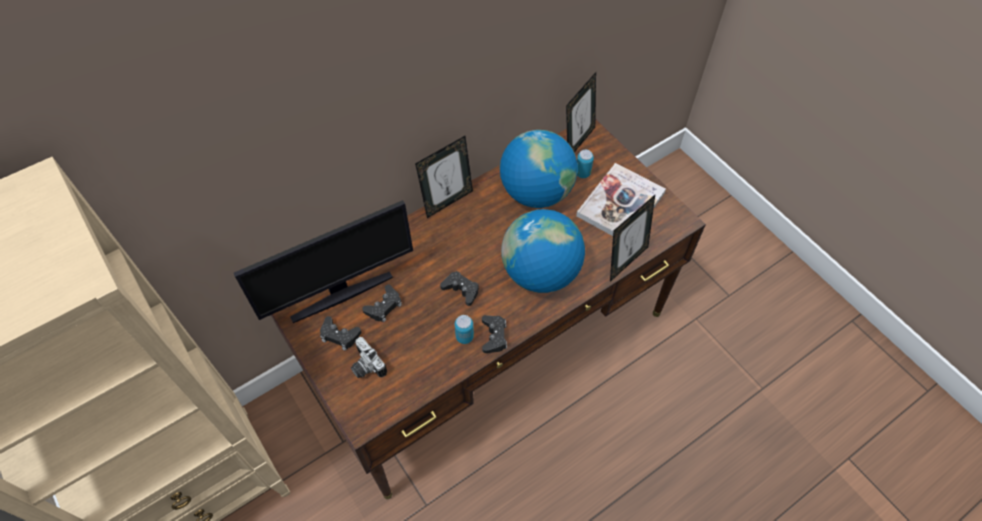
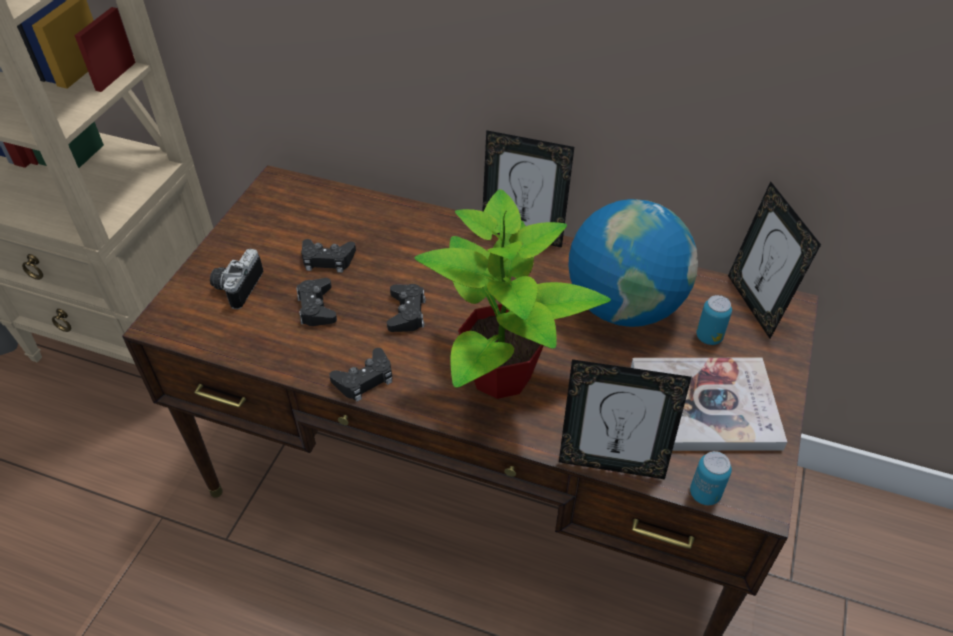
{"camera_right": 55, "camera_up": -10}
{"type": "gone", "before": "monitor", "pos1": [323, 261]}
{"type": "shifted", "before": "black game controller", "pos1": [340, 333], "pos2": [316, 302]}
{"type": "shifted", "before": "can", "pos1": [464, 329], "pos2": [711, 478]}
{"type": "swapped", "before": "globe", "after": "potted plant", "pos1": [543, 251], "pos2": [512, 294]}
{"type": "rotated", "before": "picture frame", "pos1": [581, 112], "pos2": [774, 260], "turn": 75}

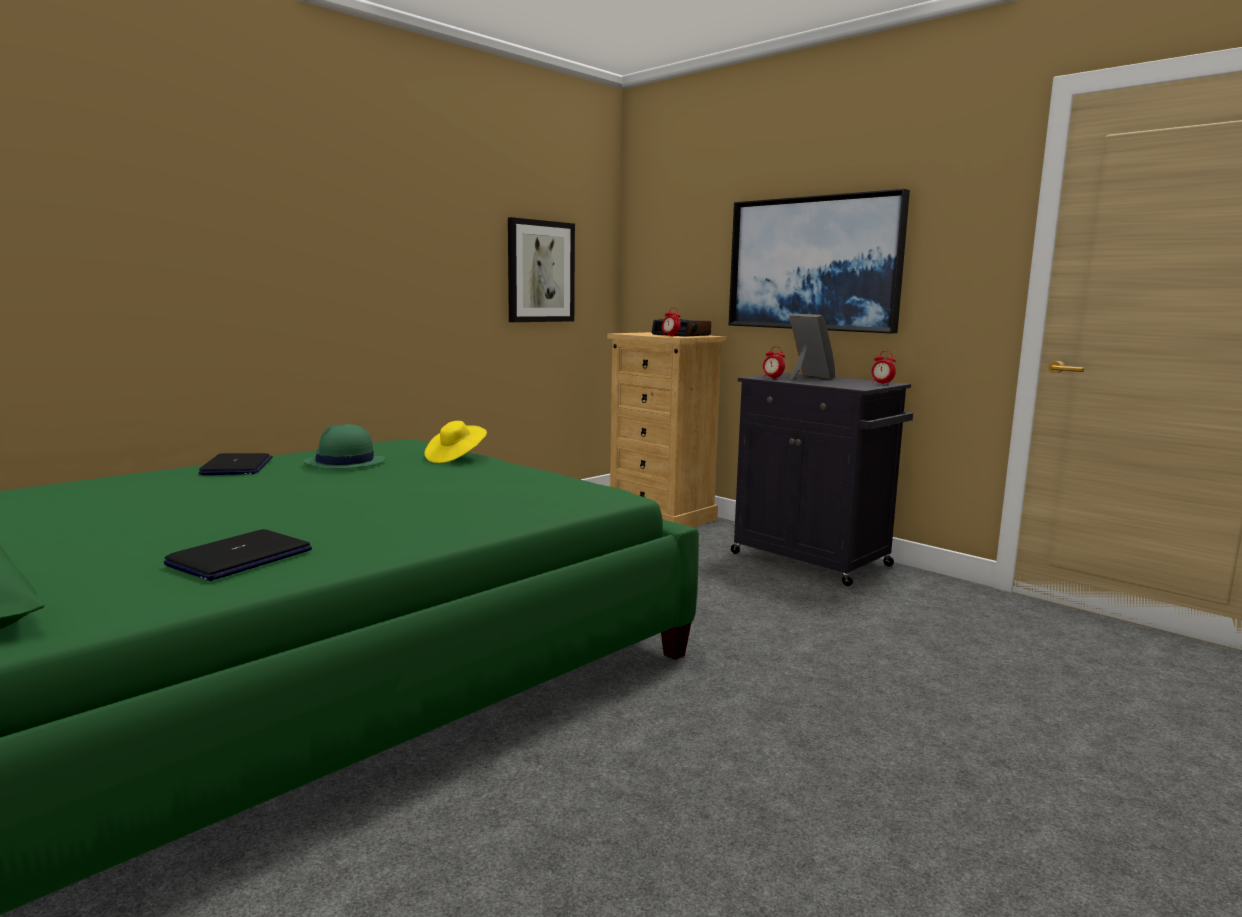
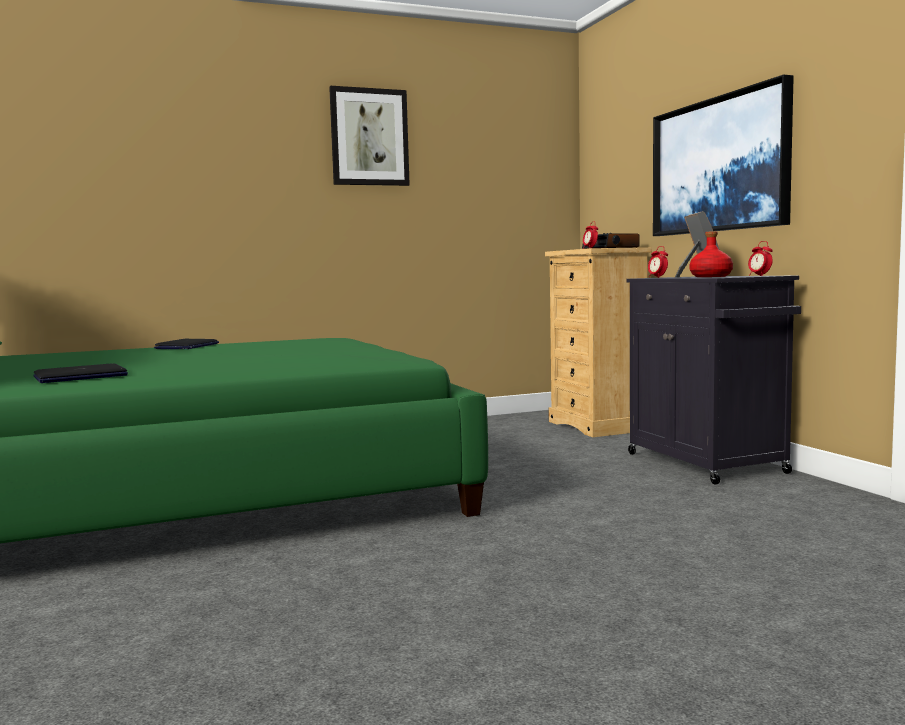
{"camera_right": 25, "camera_up": -5}
{"type": "gone", "before": "green hat", "pos1": [344, 446]}
{"type": "gone", "before": "yellow hat", "pos1": [455, 442]}
{"type": "shifted", "before": "picture", "pos1": [541, 269], "pos2": [369, 136]}
{"type": "new", "after": "red bottle", "pos2": [711, 254]}

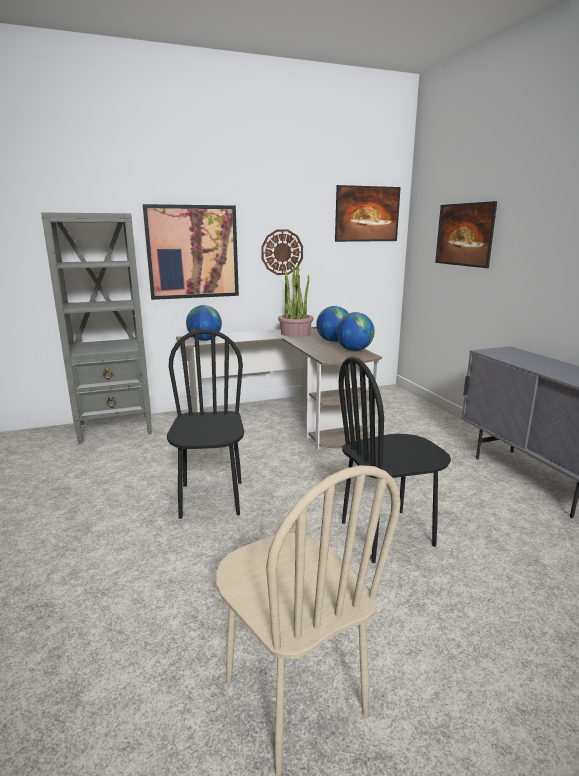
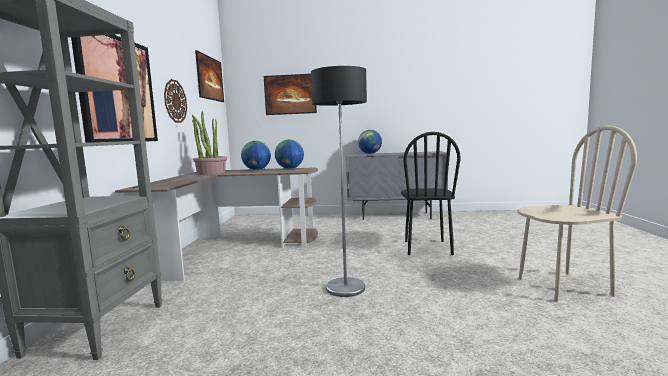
{"camera_right": -65, "camera_up": -10}
{"type": "swapped", "before": "black chair", "after": "floor lamp", "pos1": [205, 424], "pos2": [339, 181]}
{"type": "shifted", "before": "globe", "pos1": [204, 323], "pos2": [370, 142]}

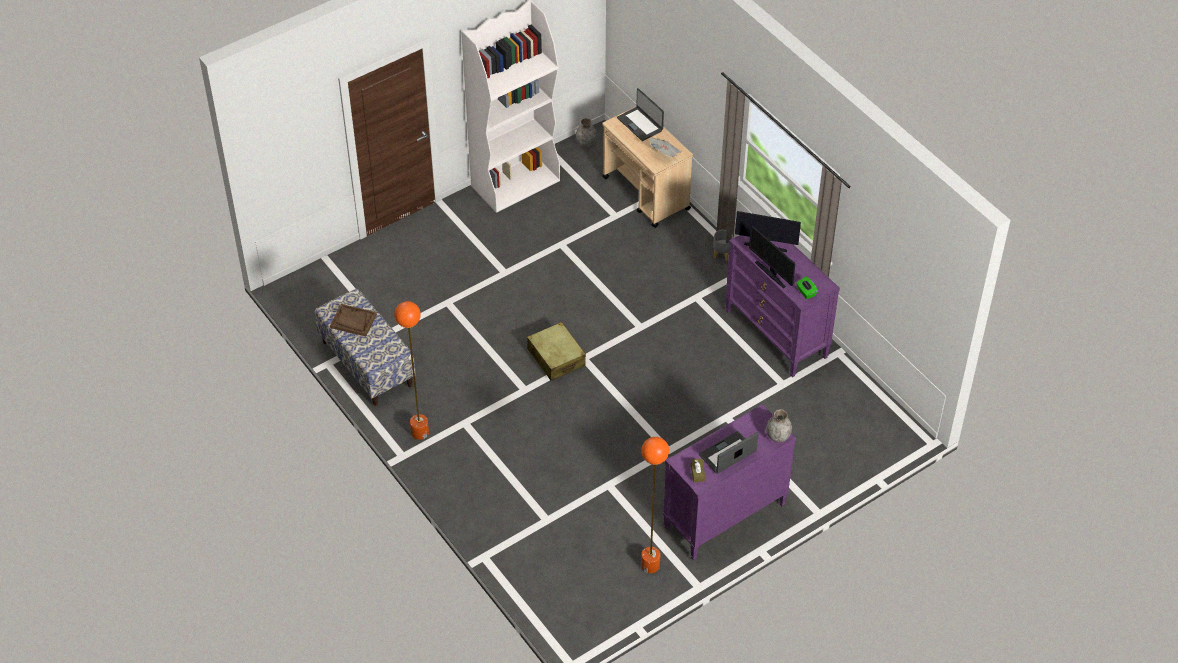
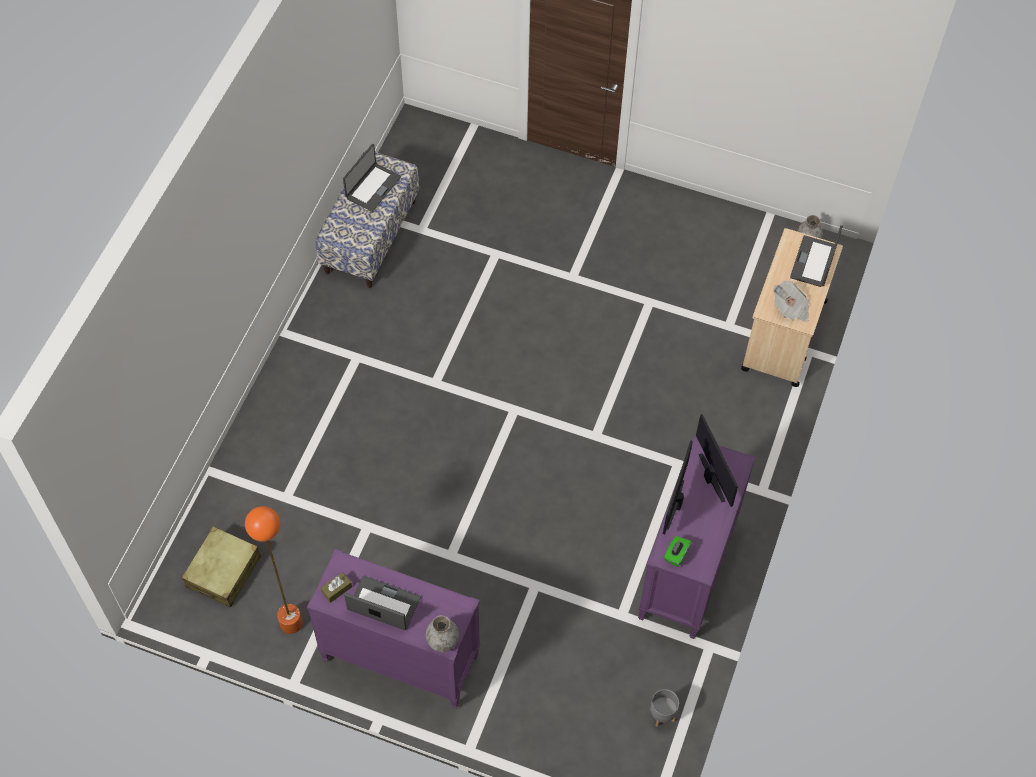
{"camera_right": 55, "camera_up": 10}
{"type": "swapped", "before": "brown tray", "after": "laptop", "pos1": [353, 320], "pos2": [372, 178]}
{"type": "gone", "before": "orange floor lamp", "pos1": [411, 370]}
{"type": "gone", "before": "white bookcase", "pos1": [510, 106]}
{"type": "shifted", "before": "beige suitcase", "pos1": [556, 351], "pos2": [221, 566]}
{"type": "shifted", "before": "grey planter", "pos1": [723, 245], "pos2": [664, 708]}

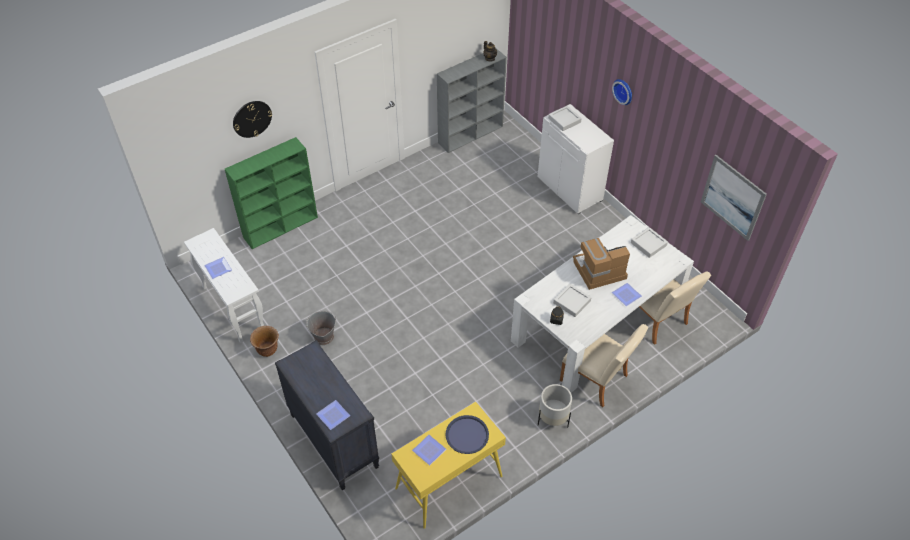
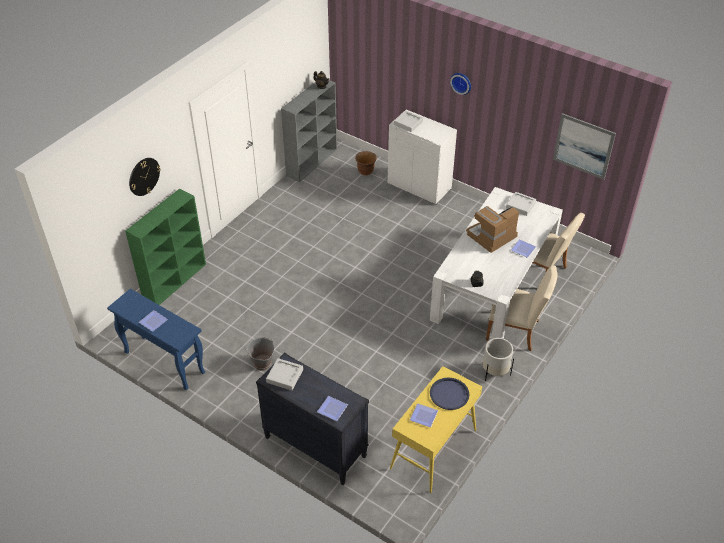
{"camera_right": -20, "camera_up": -5}
{"type": "repainted", "before": "white console table", "after": "blue console table", "pos1": [224, 285], "pos2": [156, 339]}
{"type": "shifted", "before": "brown planter", "pos1": [264, 341], "pos2": [366, 163]}
{"type": "shifted", "before": "grey tray", "pos1": [572, 300], "pos2": [284, 374]}

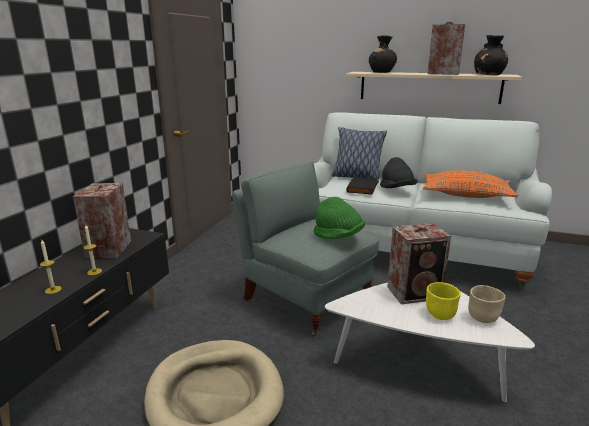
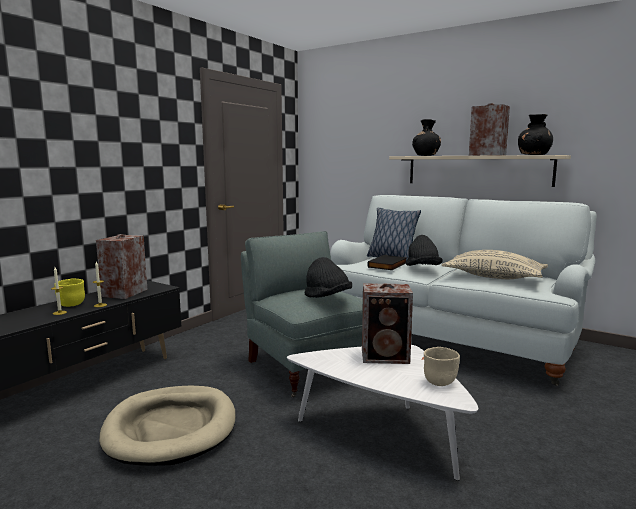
{"camera_right": 15, "camera_up": -10}
{"type": "repainted", "before": "green hat", "after": "black hat", "pos1": [339, 218], "pos2": [328, 277]}
{"type": "repainted", "before": "orange pillow", "after": "beige pillow", "pos1": [470, 184], "pos2": [495, 264]}
{"type": "shifted", "before": "yellow bowl", "pos1": [443, 301], "pos2": [69, 293]}

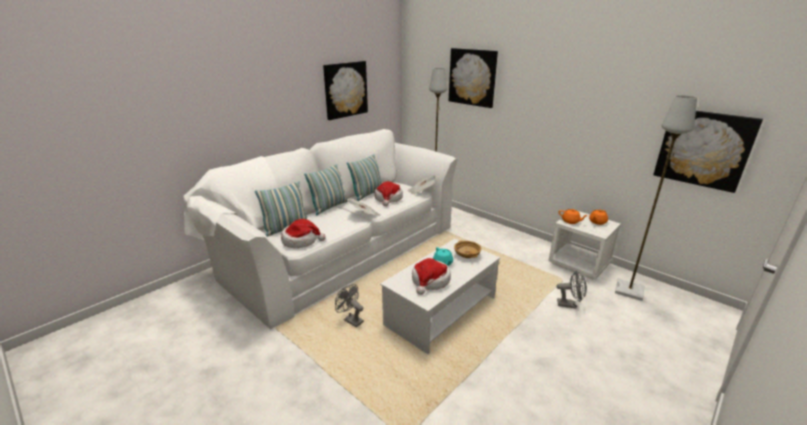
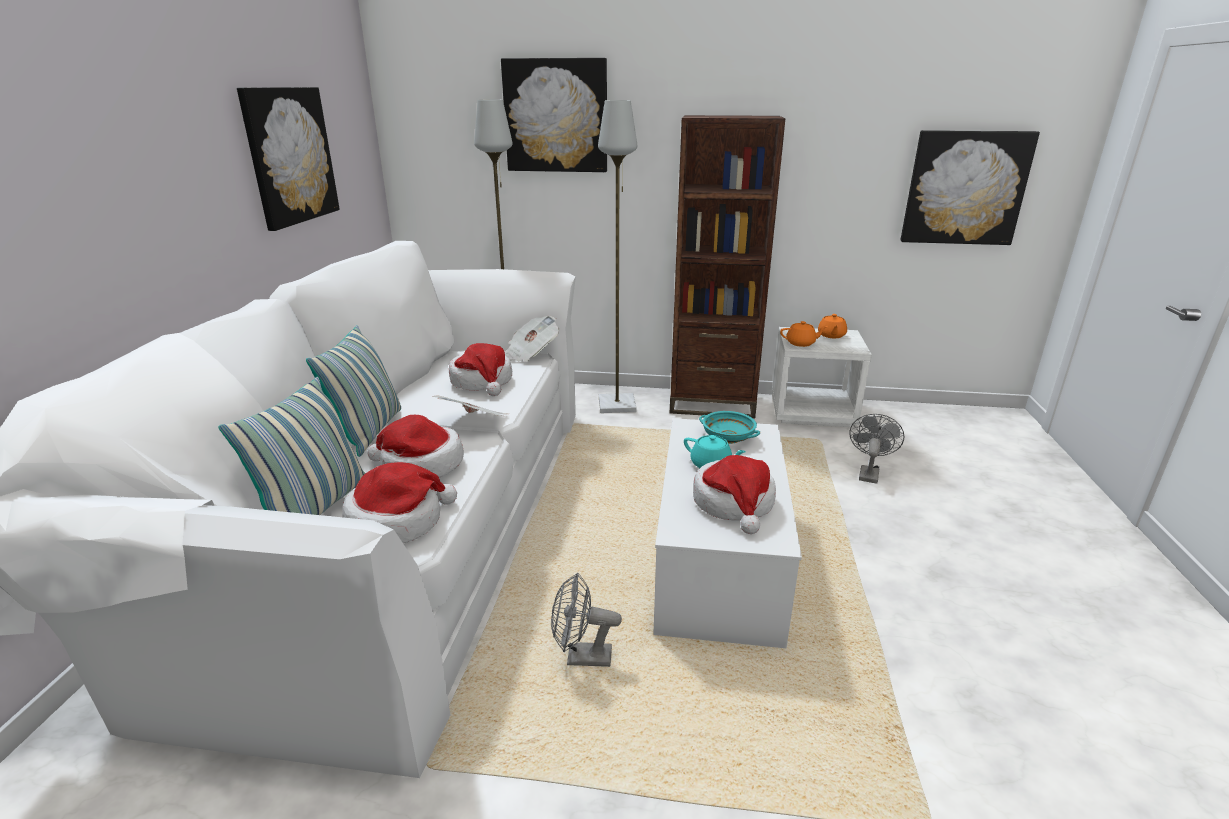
{"camera_right": -35, "camera_up": 0}
{"type": "gone", "before": "pillow", "pos1": [364, 177]}
{"type": "repainted", "before": "beige bowl", "after": "turquoise bowl", "pos1": [468, 249], "pos2": [729, 427]}
{"type": "rotated", "before": "grey fan", "pos1": [571, 290], "pos2": [876, 449], "turn": -45}
{"type": "shifted", "before": "grey floor lamp", "pos1": [656, 198], "pos2": [617, 256]}
{"type": "new", "after": "hat", "pos2": [415, 446]}
{"type": "new", "after": "brown bookcase", "pos2": [727, 267]}

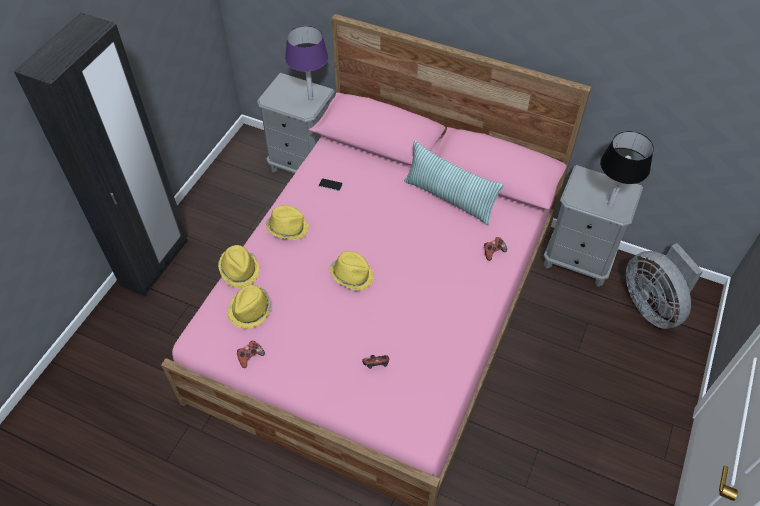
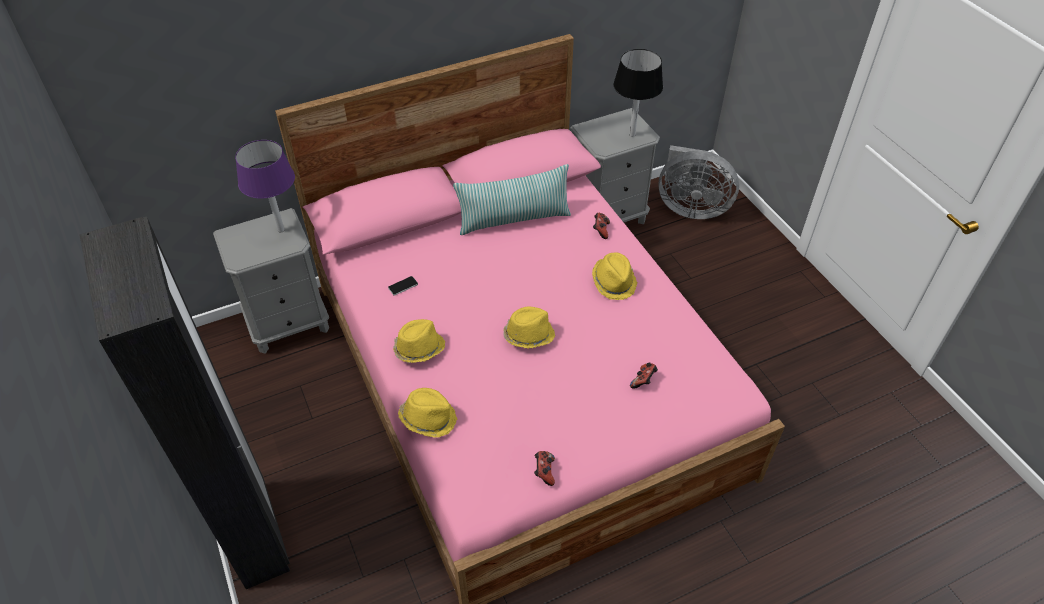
{"camera_right": -50, "camera_up": -5}
{"type": "shifted", "before": "yellow hat", "pos1": [249, 307], "pos2": [614, 276]}

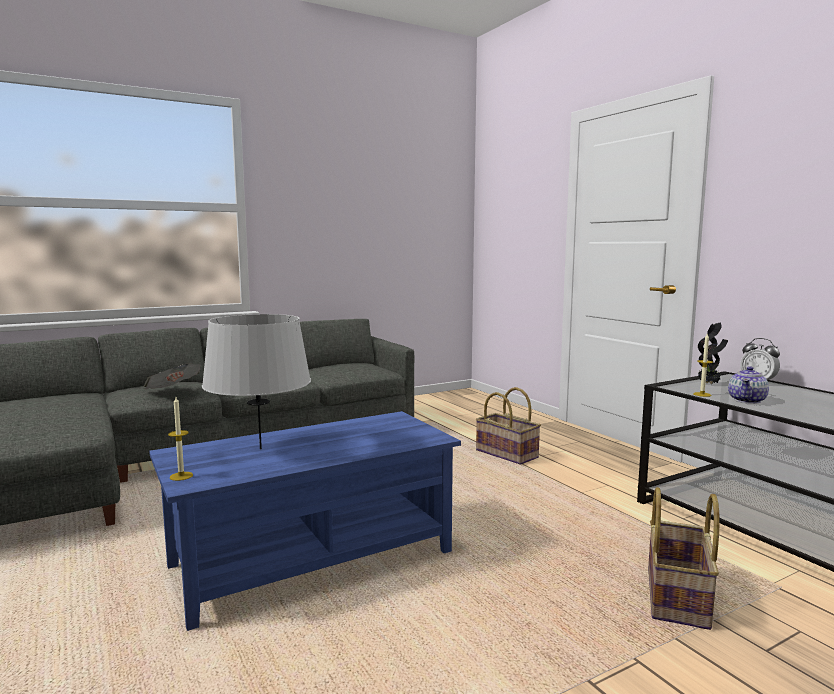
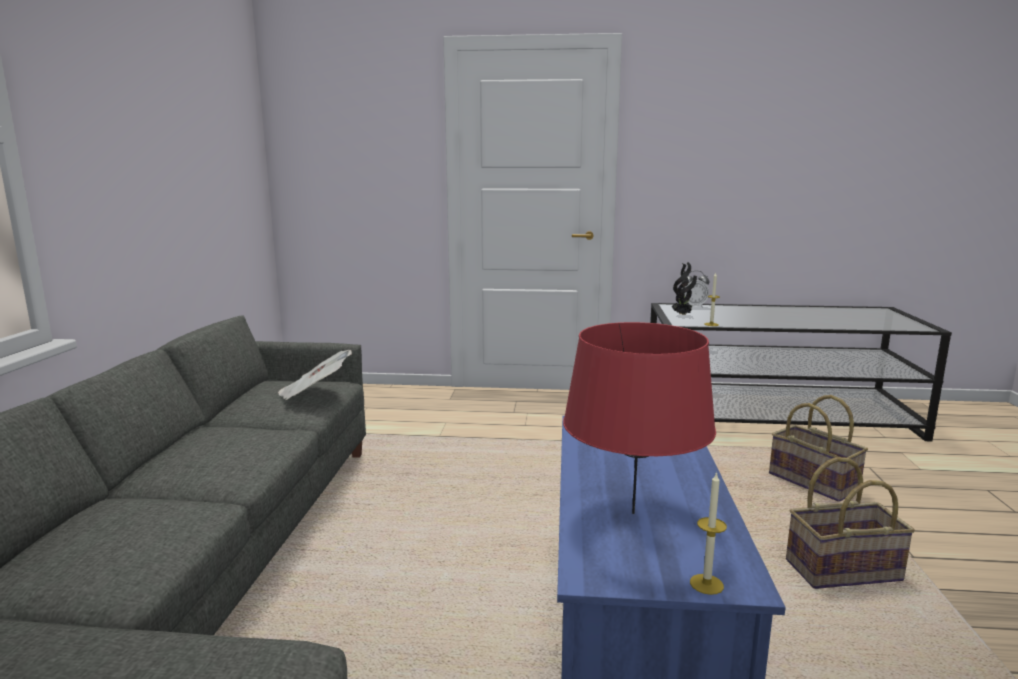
{"camera_right": -55, "camera_up": 5}
{"type": "shifted", "before": "newspaper", "pos1": [172, 376], "pos2": [315, 375]}
{"type": "repainted", "before": "grey table lamp", "after": "red table lamp", "pos1": [256, 382], "pos2": [639, 418]}
{"type": "shifted", "before": "basket", "pos1": [508, 426], "pos2": [850, 523]}
{"type": "gone", "before": "teapot", "pos1": [748, 385]}

